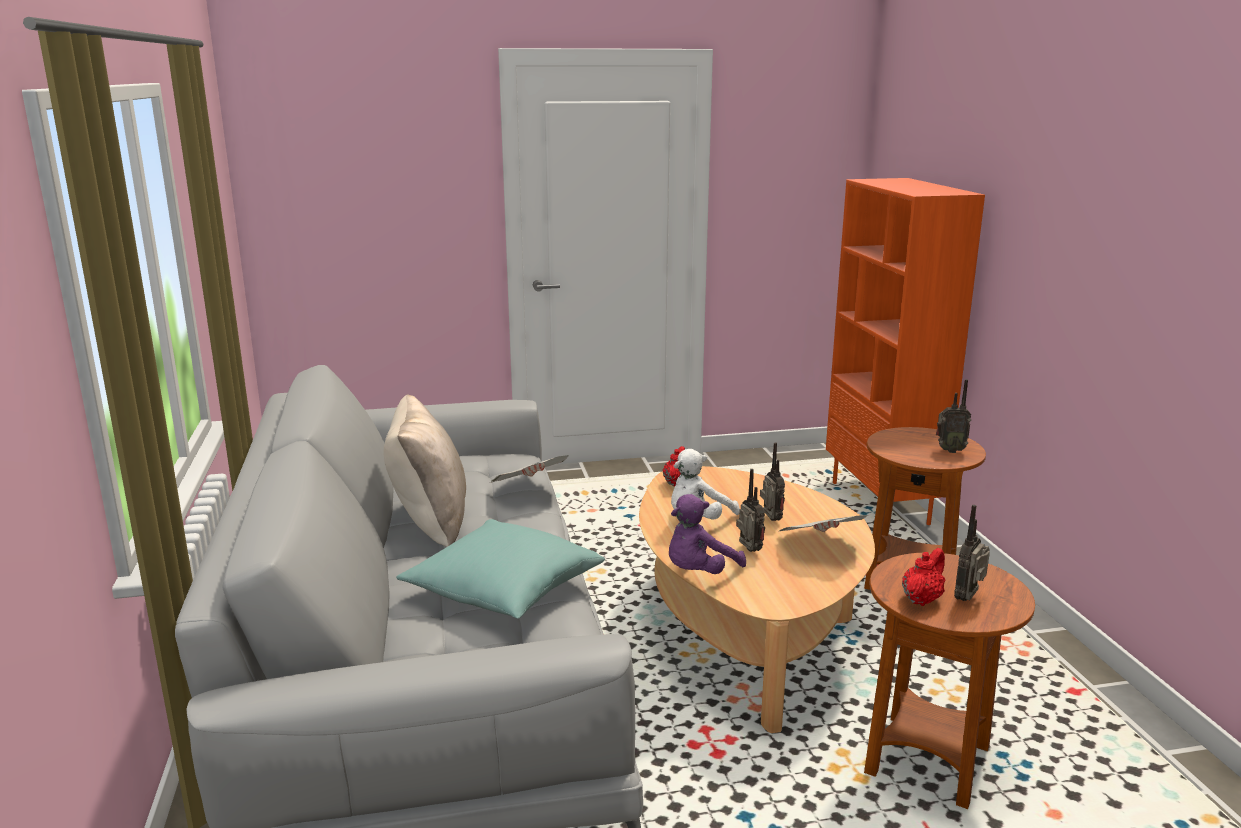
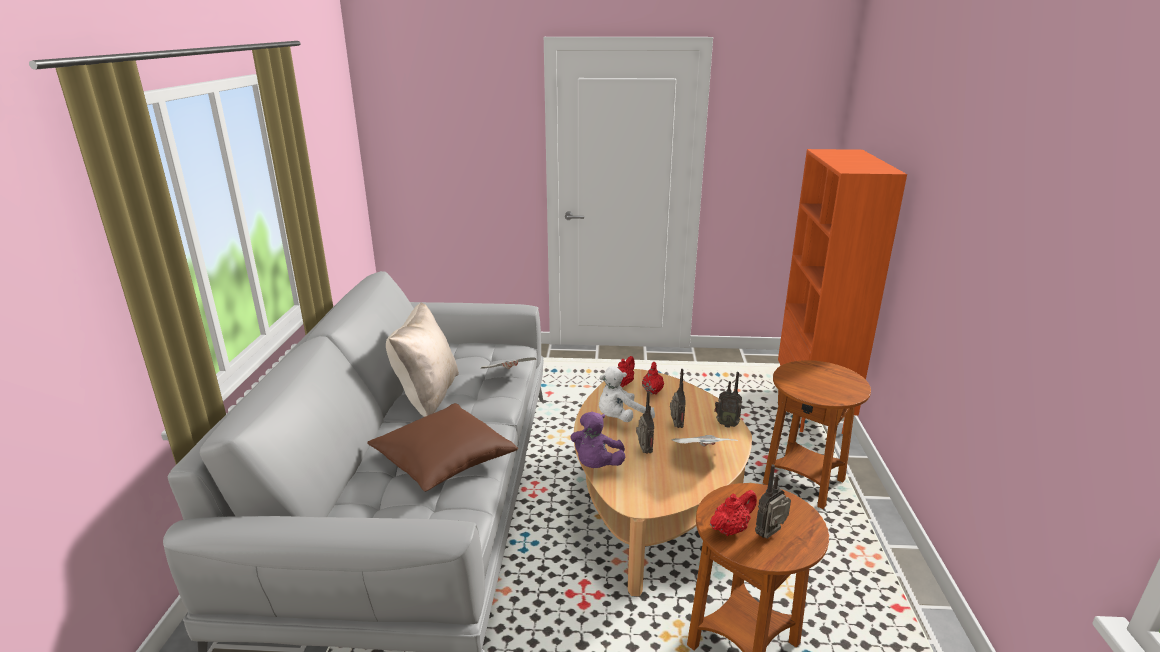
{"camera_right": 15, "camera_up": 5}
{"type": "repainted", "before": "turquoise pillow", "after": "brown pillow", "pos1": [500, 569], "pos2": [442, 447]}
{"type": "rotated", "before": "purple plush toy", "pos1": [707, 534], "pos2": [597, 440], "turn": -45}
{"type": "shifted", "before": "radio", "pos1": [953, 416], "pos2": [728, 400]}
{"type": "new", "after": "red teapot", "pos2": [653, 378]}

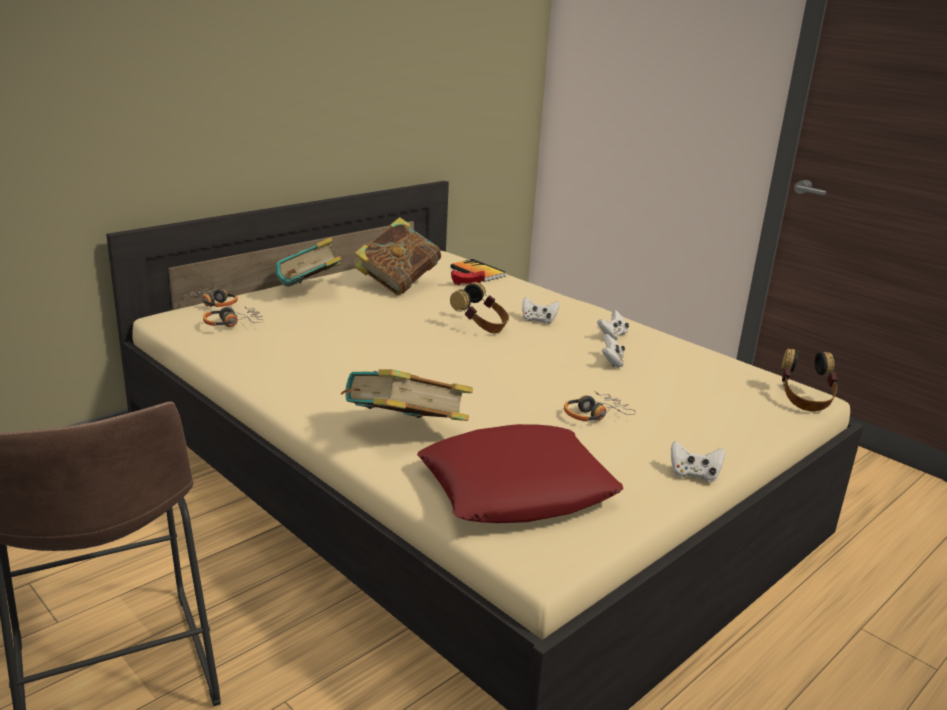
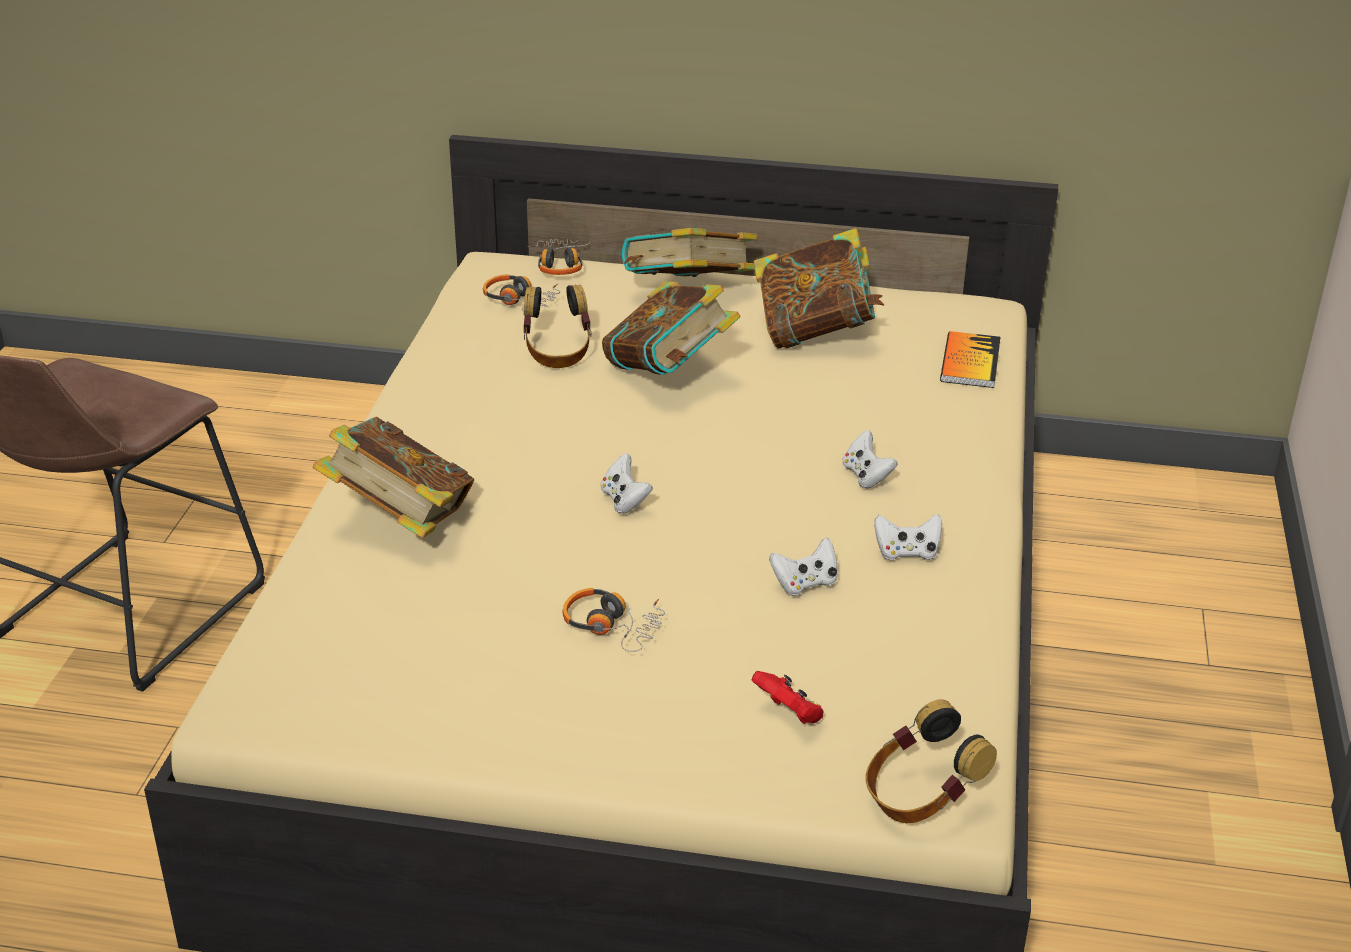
{"camera_right": 55, "camera_up": 10}
{"type": "gone", "before": "red pillow", "pos1": [520, 473]}
{"type": "shifted", "before": "headphones", "pos1": [479, 307], "pos2": [557, 326]}
{"type": "shifted", "before": "red game controller", "pos1": [468, 278], "pos2": [788, 697]}
{"type": "shifted", "before": "white game controller", "pos1": [698, 461], "pos2": [627, 483]}
{"type": "new", "after": "book", "pos2": [671, 328]}

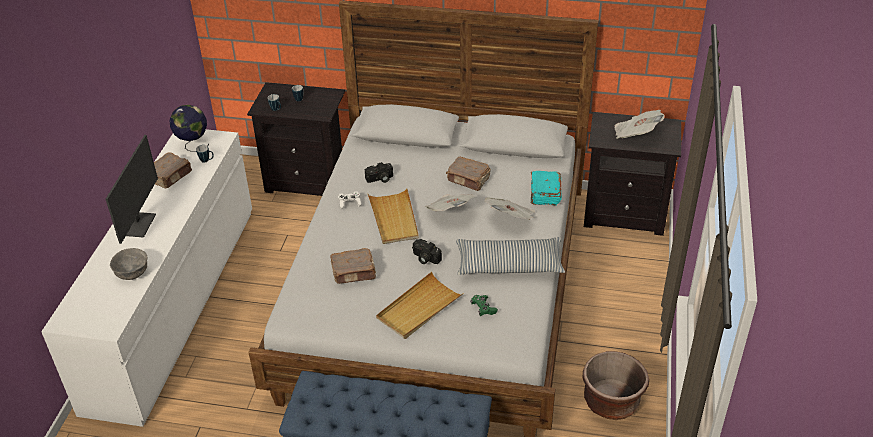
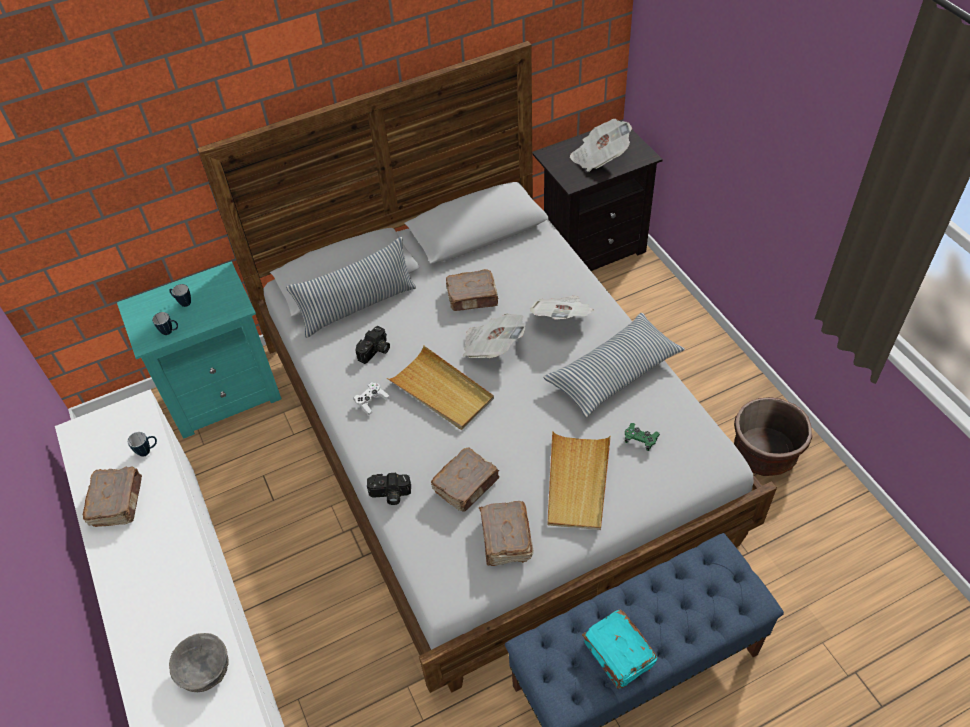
{"camera_right": -35, "camera_up": 10}
{"type": "gone", "before": "monitor", "pos1": [132, 189]}
{"type": "gone", "before": "globe", "pos1": [189, 128]}
{"type": "repainted", "before": "black nightstand", "after": "turquoise nightstand", "pos1": [296, 139], "pos2": [199, 350]}
{"type": "shifted", "before": "photo camera", "pos1": [427, 251], "pos2": [389, 489]}
{"type": "shifted", "before": "turquoise book", "pos1": [546, 188], "pos2": [619, 649]}
{"type": "new", "after": "pillow", "pos2": [351, 287]}
{"type": "new", "after": "brown book", "pos2": [506, 533]}

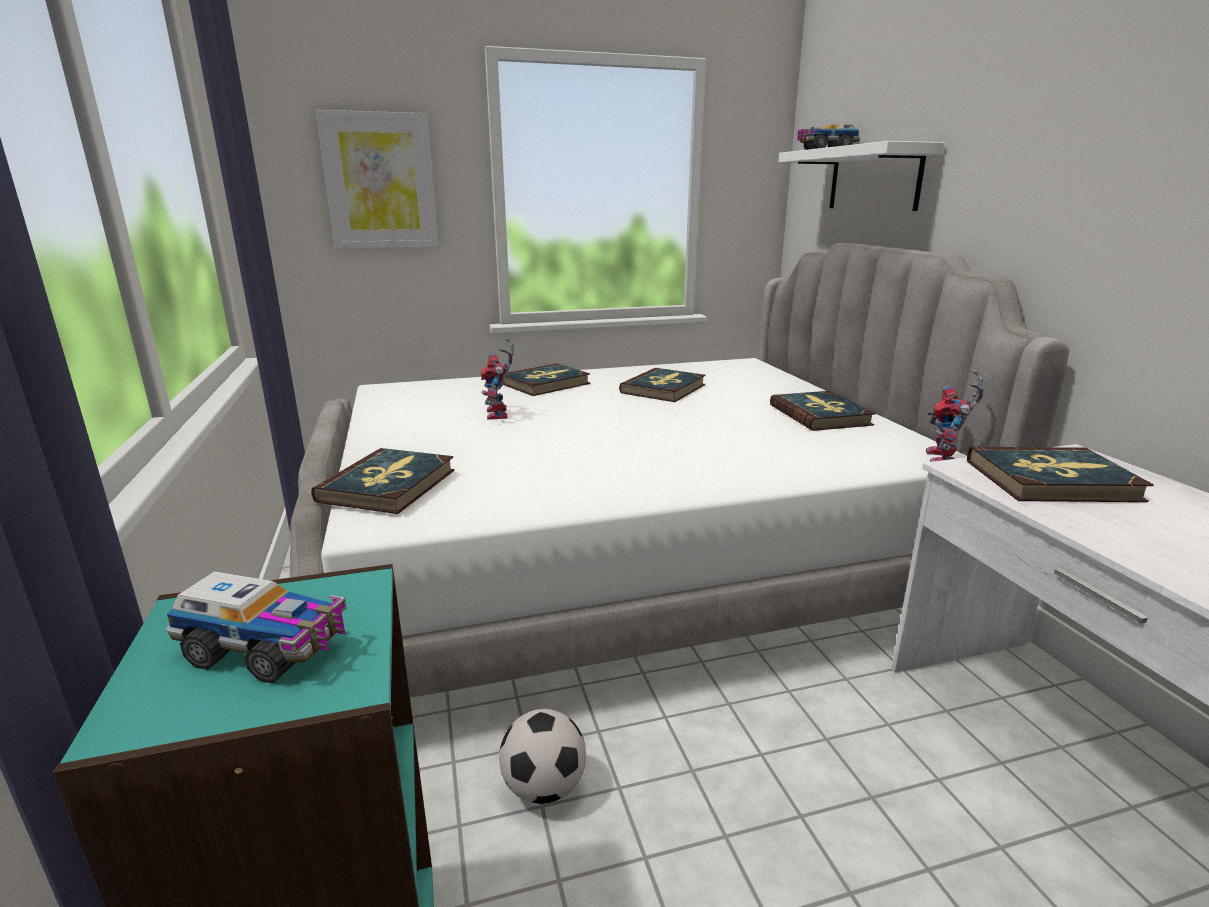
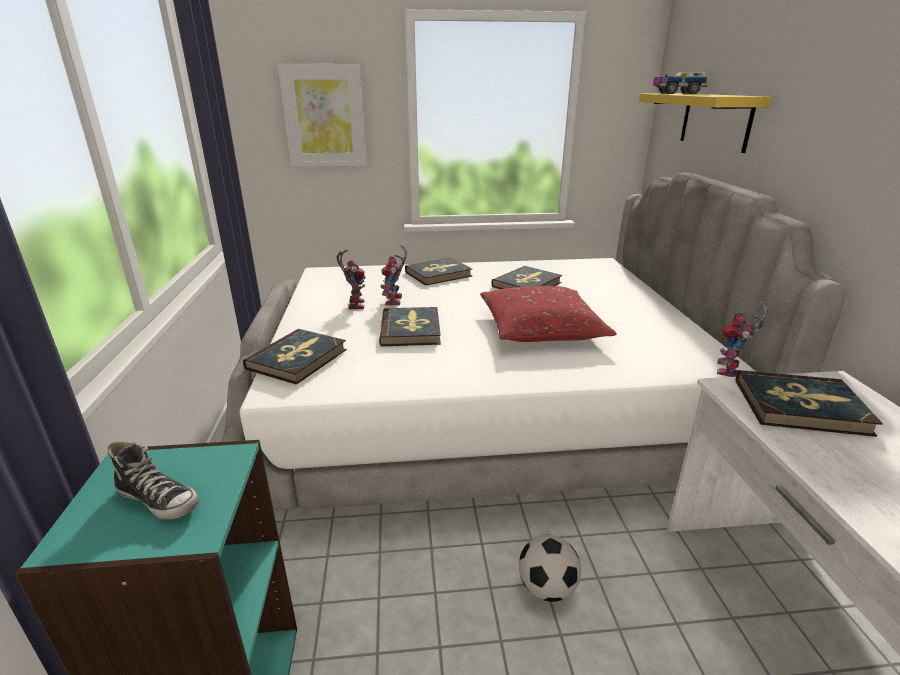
{"camera_right": 10, "camera_up": 5}
{"type": "swapped", "before": "toy truck", "after": "shoe", "pos1": [256, 627], "pos2": [153, 480]}
{"type": "shifted", "before": "football", "pos1": [542, 756], "pos2": [550, 568]}
{"type": "shifted", "before": "book", "pos1": [823, 411], "pos2": [410, 326]}
{"type": "repainted", "before": "white shelf", "after": "yellow shelf", "pos1": [862, 176], "pos2": [705, 123]}
{"type": "new", "after": "toy robot", "pos2": [351, 279]}
{"type": "new", "after": "red pillow", "pos2": [548, 314]}

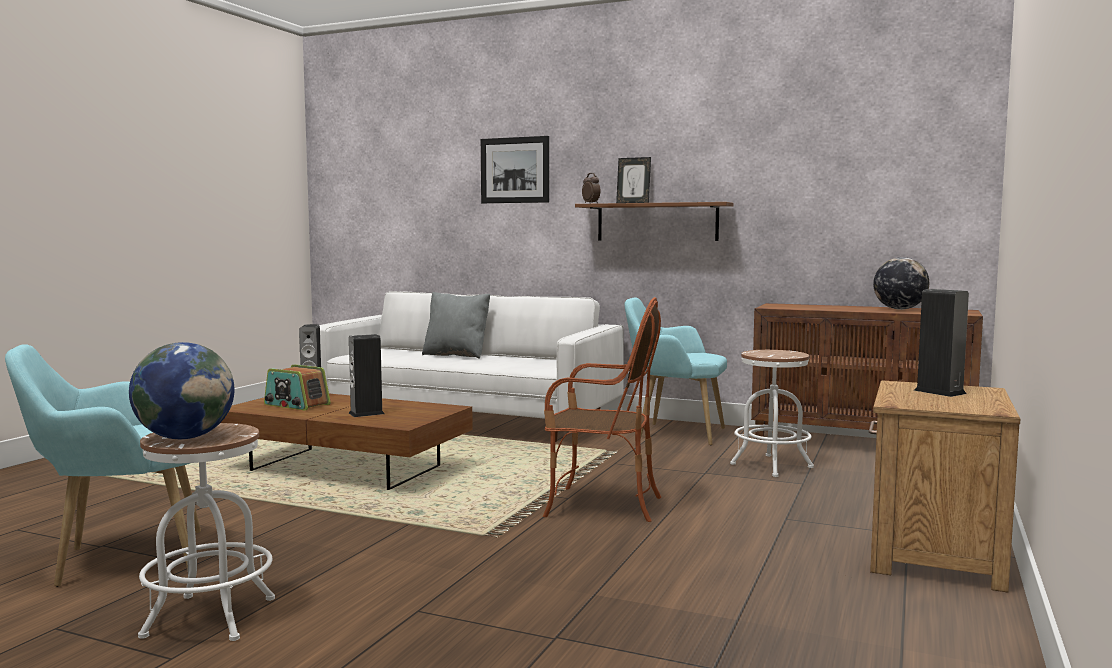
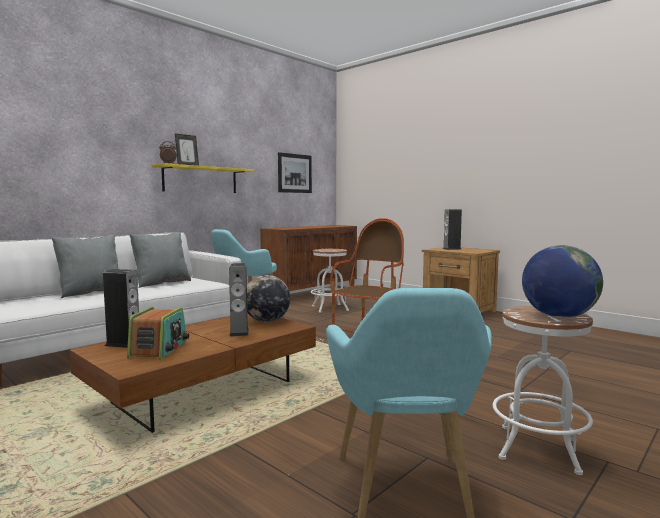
{"camera_right": -70, "camera_up": 0}
{"type": "rotated", "before": "radio", "pos1": [297, 387], "pos2": [158, 333], "turn": -45}
{"type": "shifted", "before": "picture", "pos1": [515, 169], "pos2": [295, 172]}
{"type": "repainted", "before": "brown shelf", "after": "yellow shelf", "pos1": [654, 221], "pos2": [203, 178]}
{"type": "shifted", "before": "globe", "pos1": [901, 283], "pos2": [268, 298]}
{"type": "new", "after": "grey pillow", "pos2": [160, 260]}

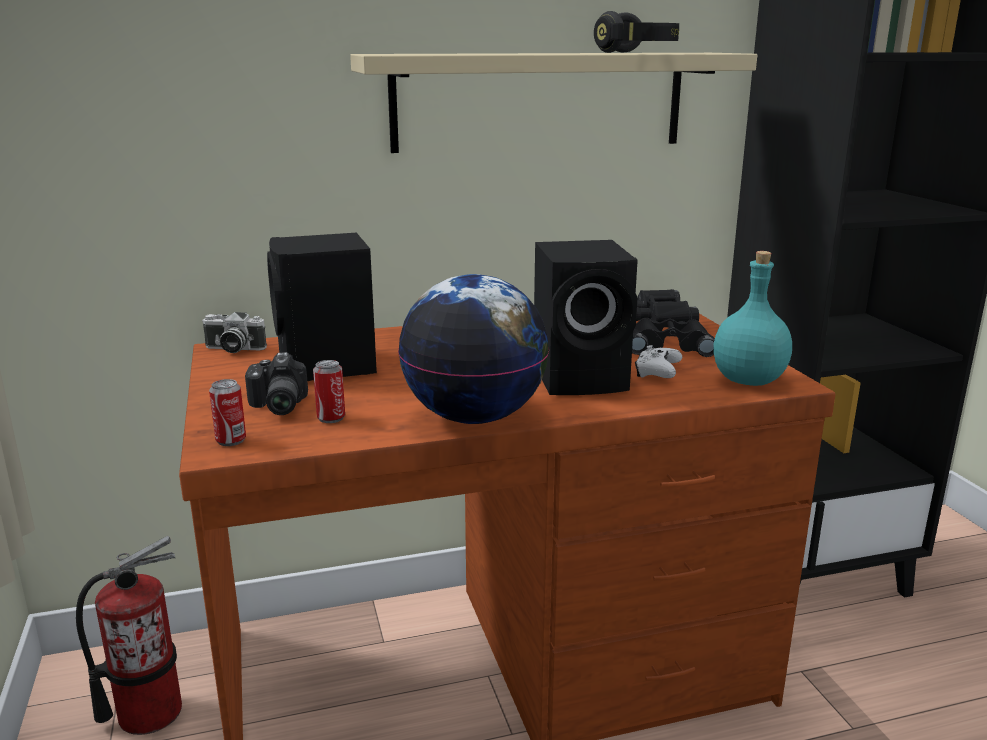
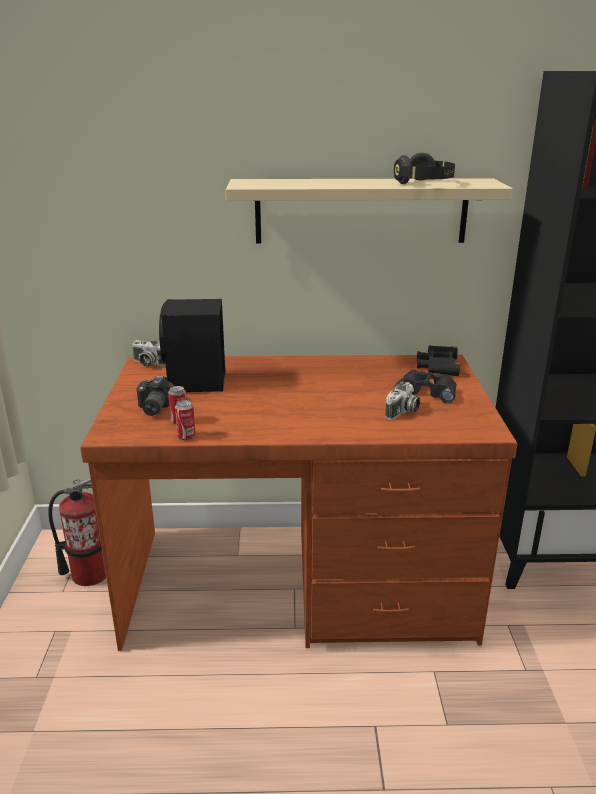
{"camera_right": 15, "camera_up": 5}
{"type": "shifted", "before": "can", "pos1": [227, 412], "pos2": [185, 420]}
{"type": "gone", "before": "globe", "pos1": [473, 349]}
{"type": "gone", "before": "black speaker", "pos1": [586, 317]}
{"type": "swapped", "before": "white game controller", "after": "photo camera", "pos1": [658, 361], "pos2": [402, 401]}
{"type": "gone", "before": "turquoise bottle", "pos1": [752, 318]}

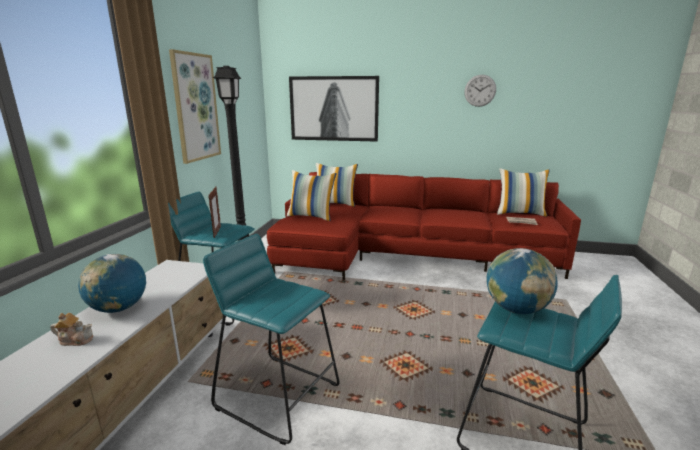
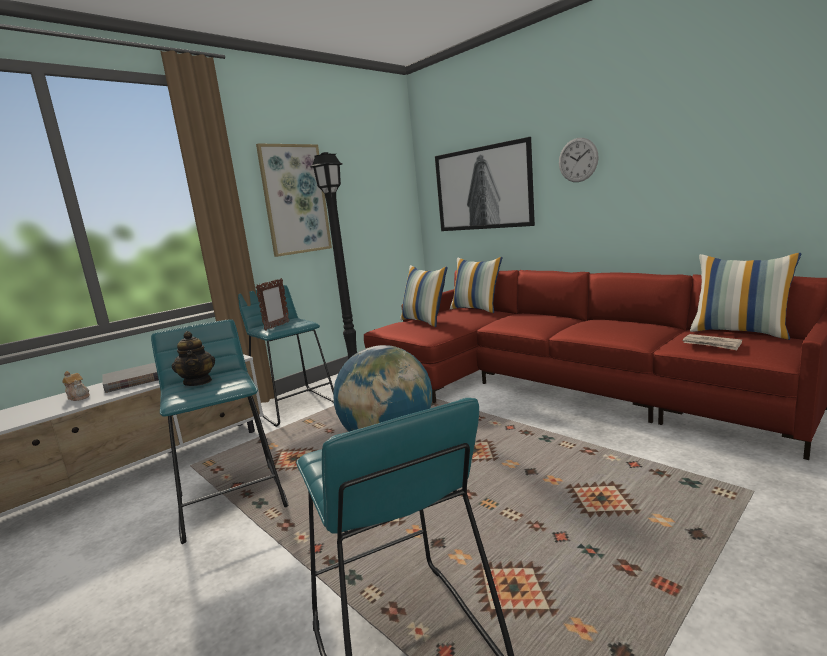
{"camera_right": 35, "camera_up": -5}
{"type": "swapped", "before": "globe", "after": "grey book", "pos1": [112, 283], "pos2": [130, 378]}
{"type": "shifted", "before": "wall clock", "pos1": [480, 91], "pos2": [579, 160]}
{"type": "new", "after": "teapot", "pos2": [193, 358]}

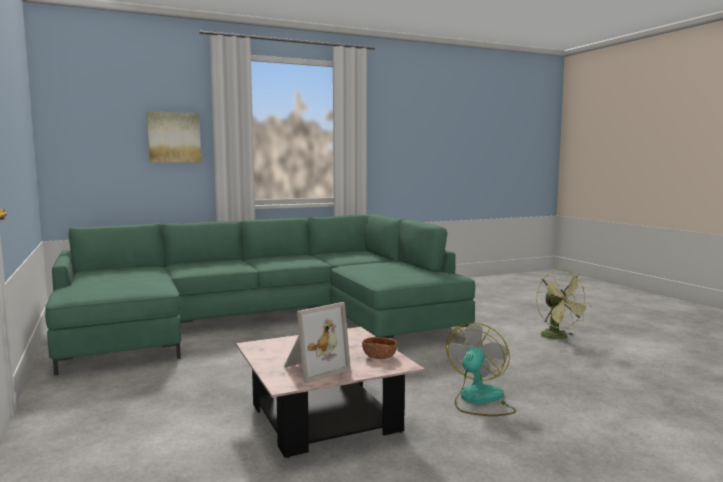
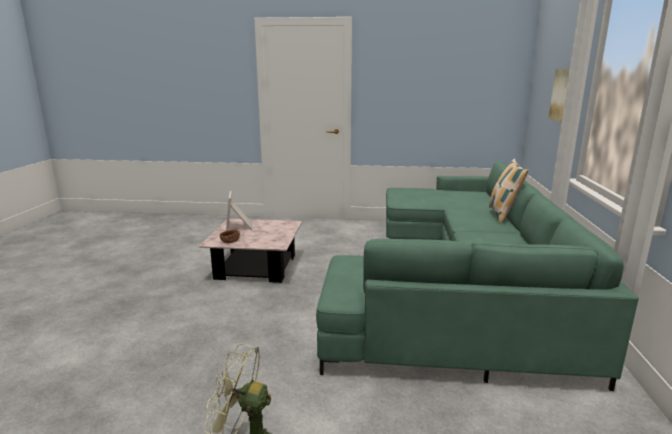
{"camera_right": 120, "camera_up": 10}
{"type": "gone", "before": "fan", "pos1": [481, 369]}
{"type": "new", "after": "pillow", "pos2": [509, 191]}

